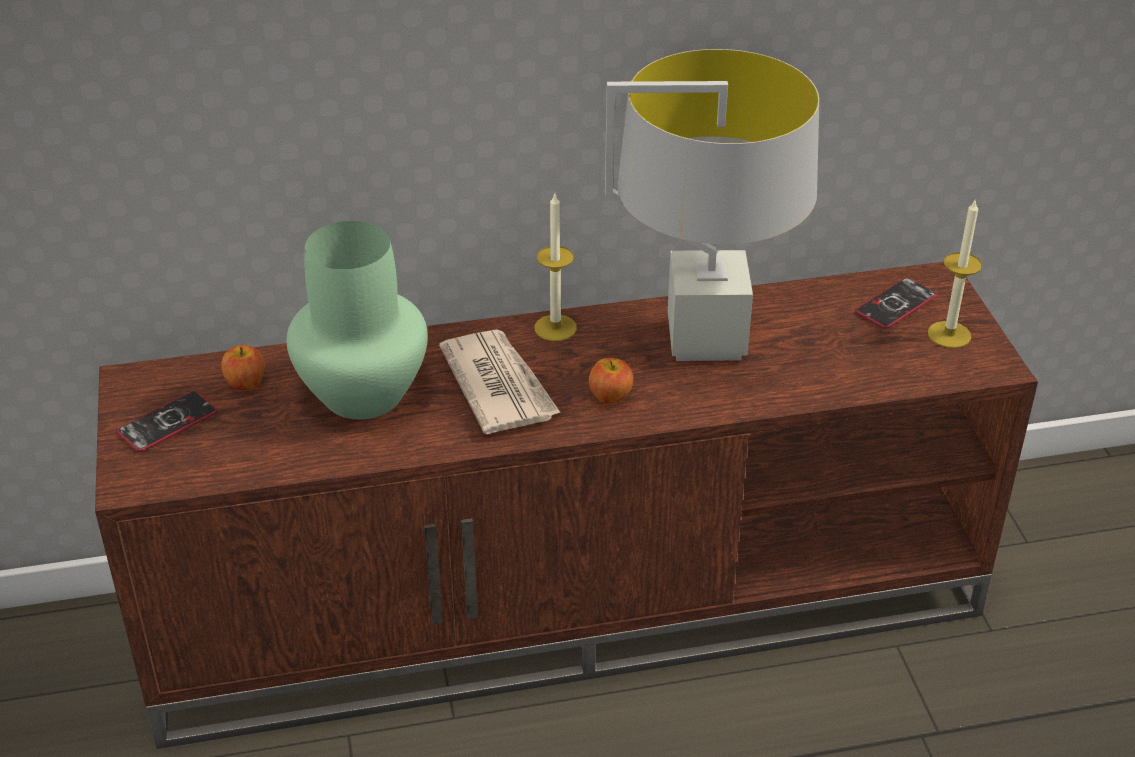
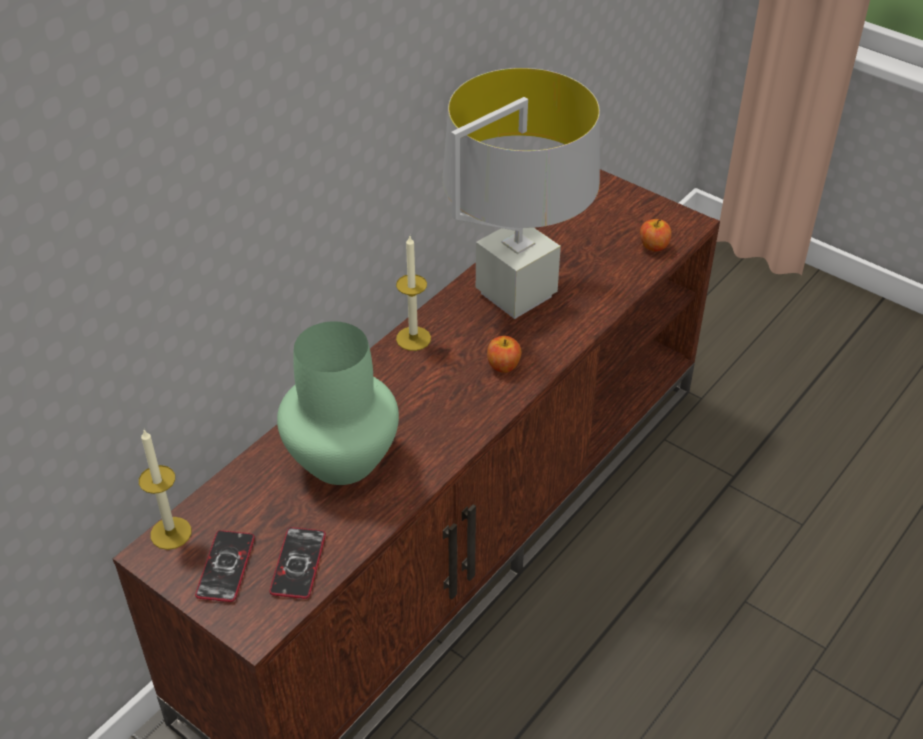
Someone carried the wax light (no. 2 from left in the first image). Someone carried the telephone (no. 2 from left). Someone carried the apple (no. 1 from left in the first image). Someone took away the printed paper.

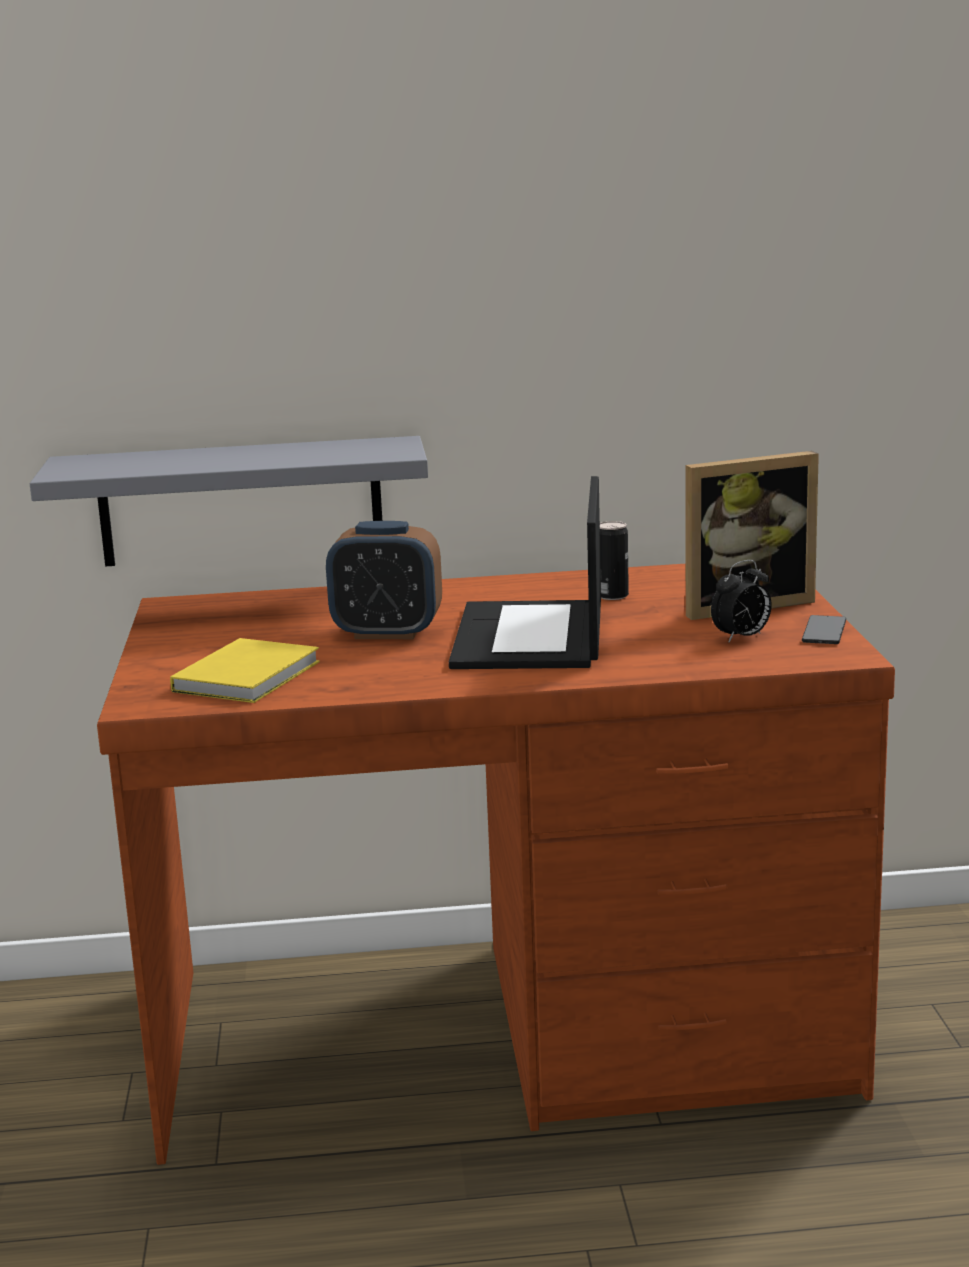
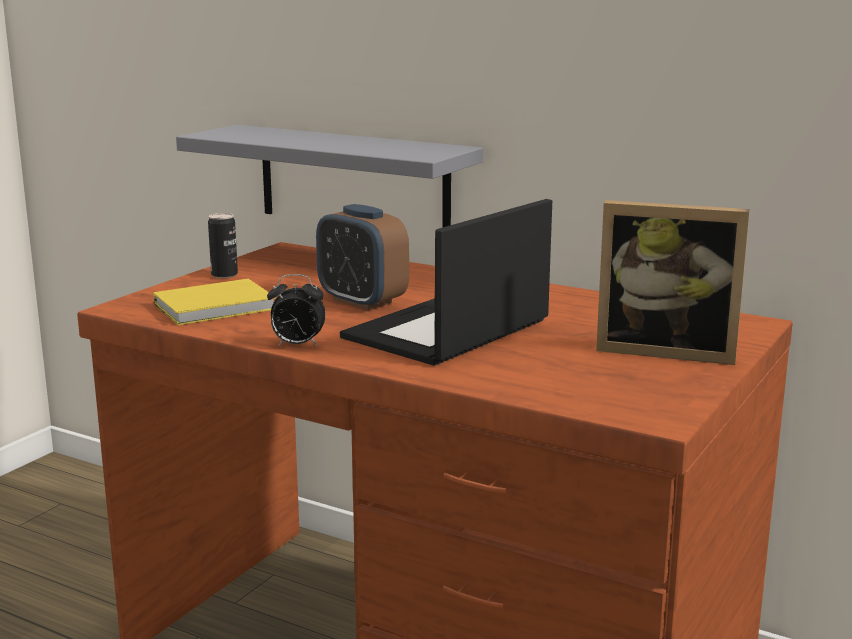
Someone carried the metal can. Someone carried the table clock (no. 2 from left in the first image). Someone took away the telephone.

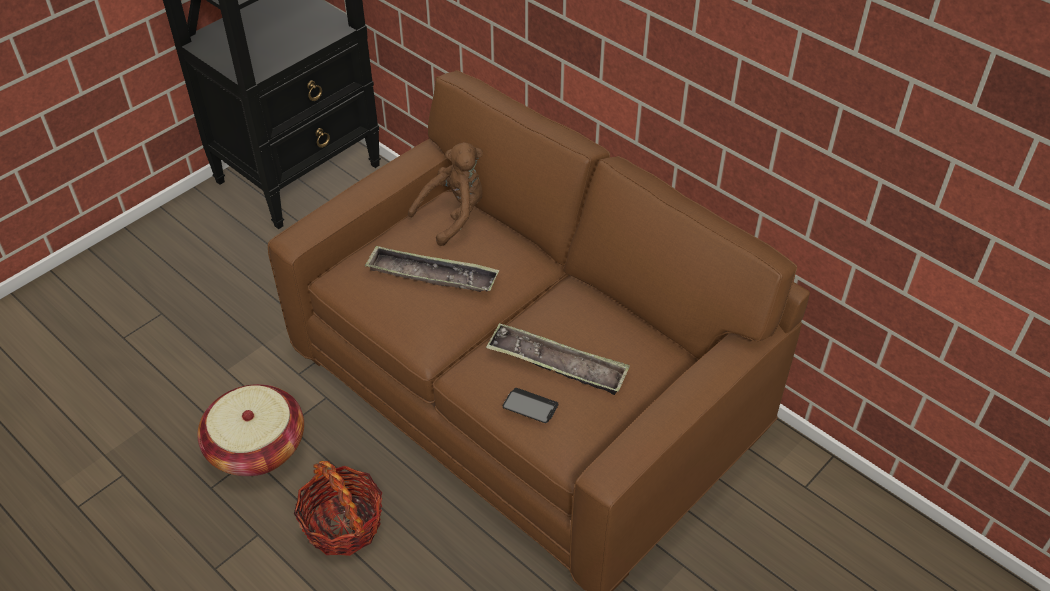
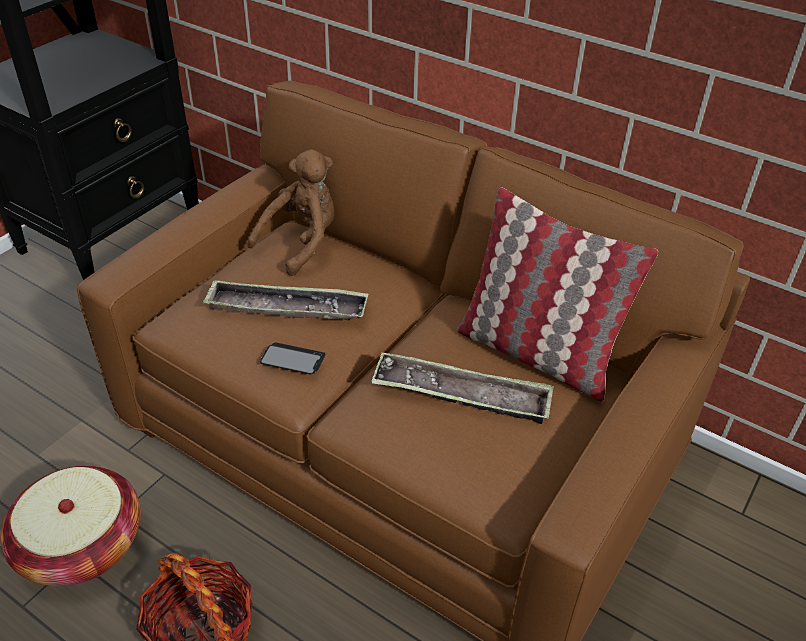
Someone carried the telephone. Someone put down the cushion.

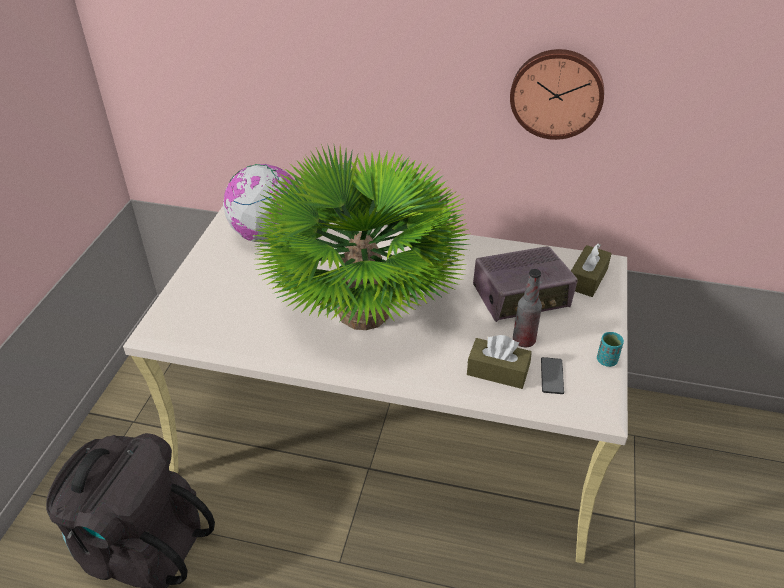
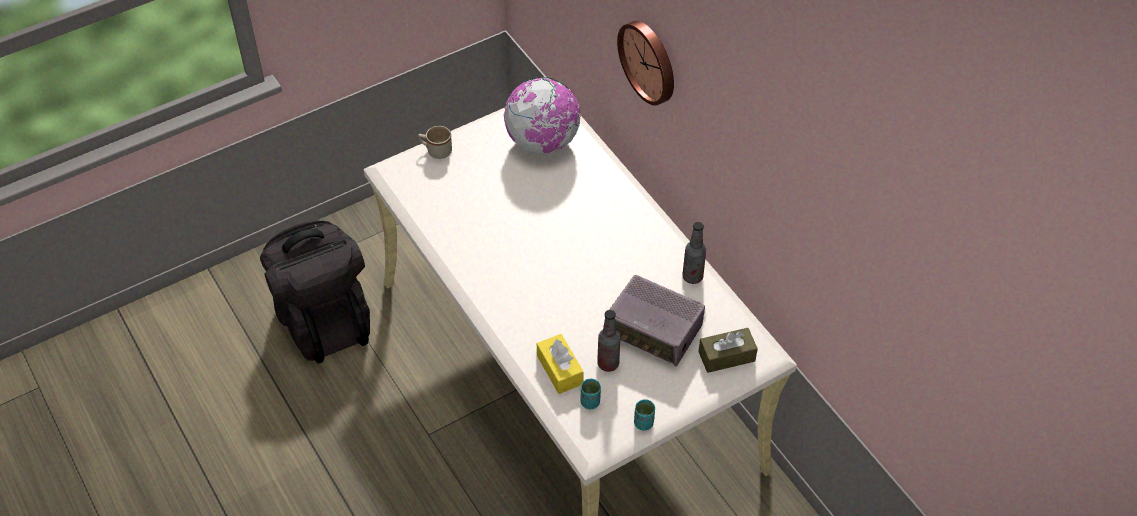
Someone put down the coffee mug/sand-coloured. Someone repainted the tissue holder/brown (no. 1 from left), which became the tissue holder/yellow. Someone swapped the telephone for the cup/blue-green (no. 1 from left). Someone carried the wall clock. Someone put down the drink bottle (no. 2 from left). Someone took away the potted plant.

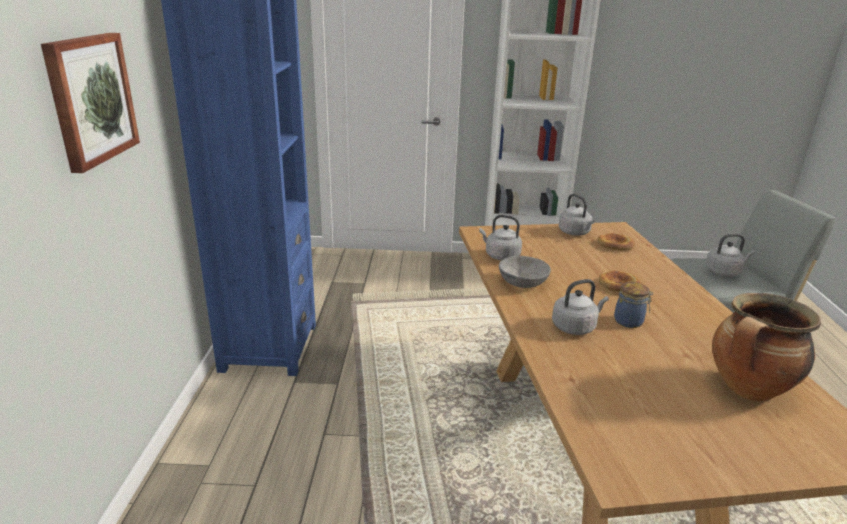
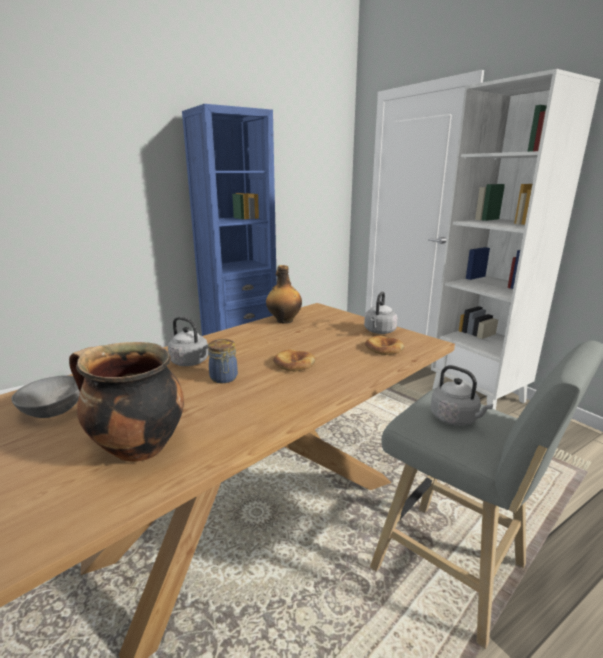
Someone carried the deep dish/greyish. Someone swapped the tea kettle/greyish (no. 1 from left) for the drink bottle. Someone took away the wall picture.

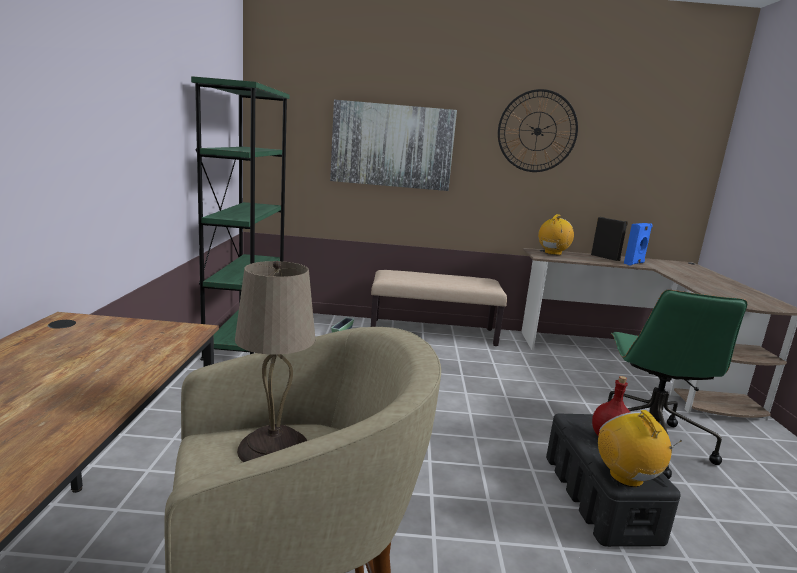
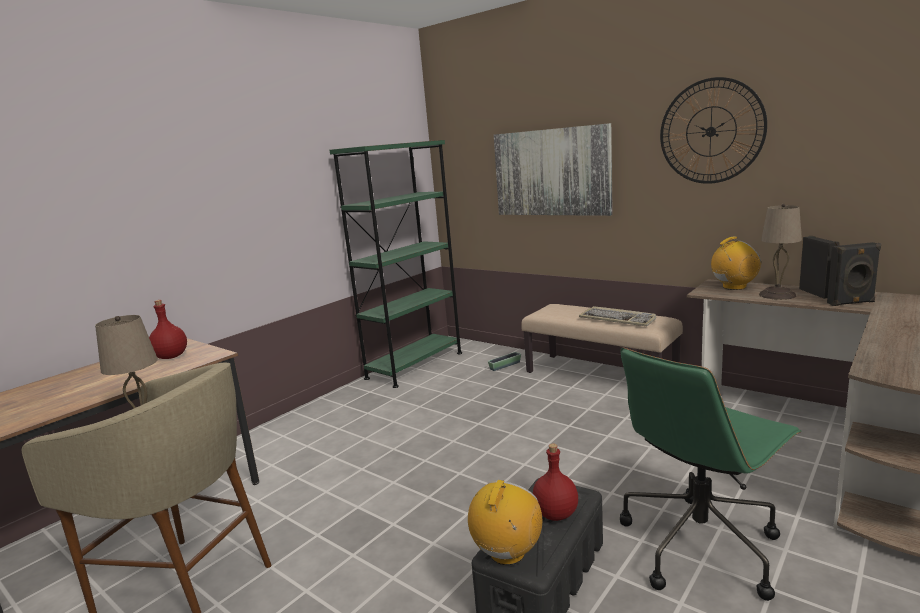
Someone put down the drink bottle/red (no. 1 from left). Someone put down the computer keyboard. Someone put down the tabletop lamp/sand-coloured (no. 2 from left). Someone repainted the loudspeaker/bluish, which became the loudspeaker/blackish (no. 2 from left).

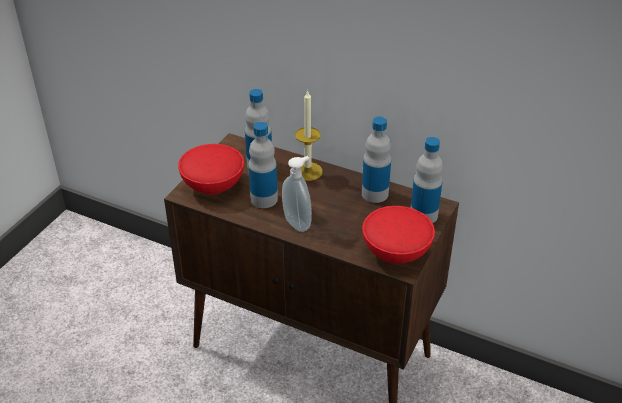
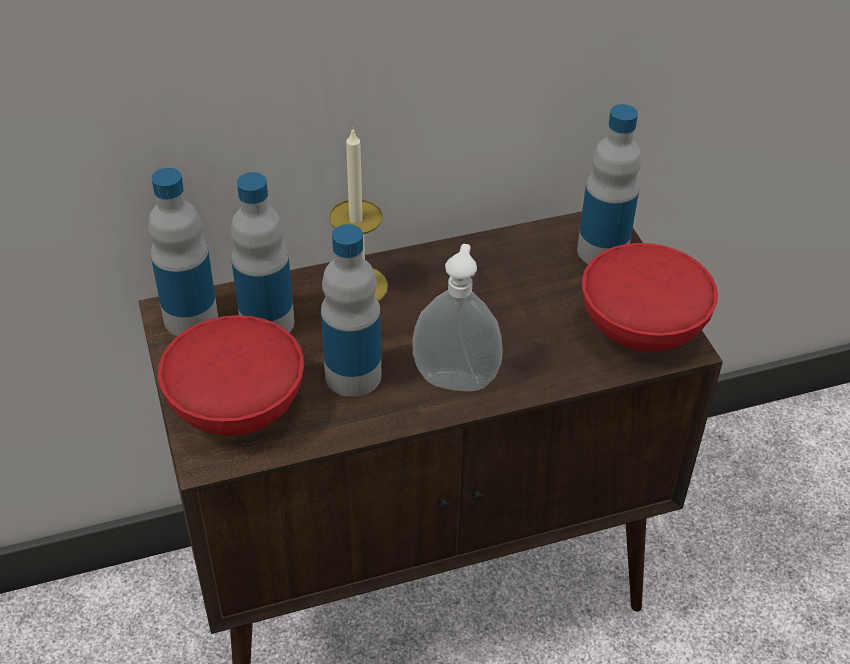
Someone carried the drink bottle (no. 3 from left in the first image).

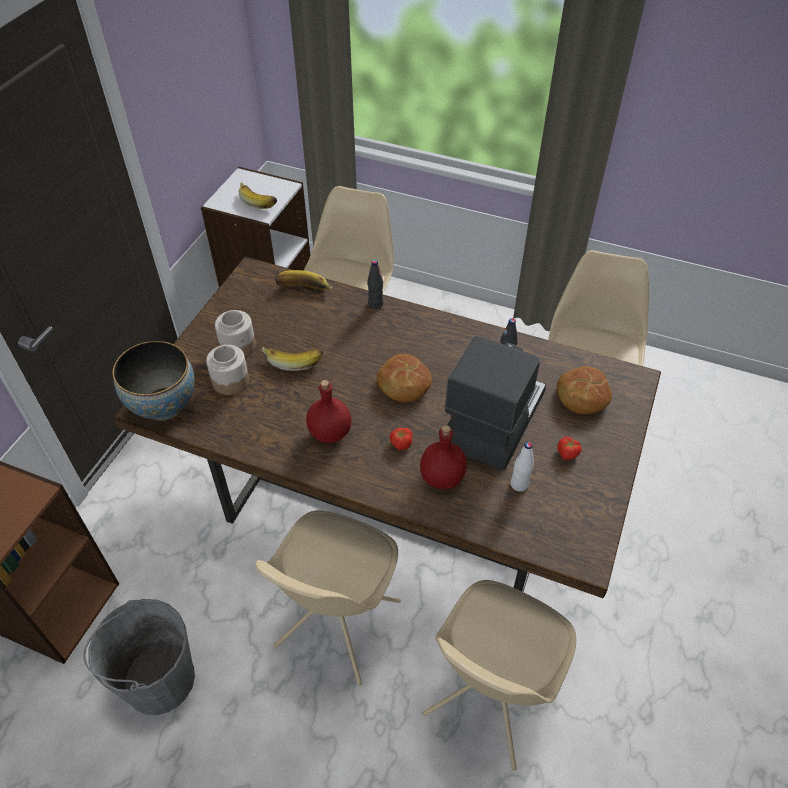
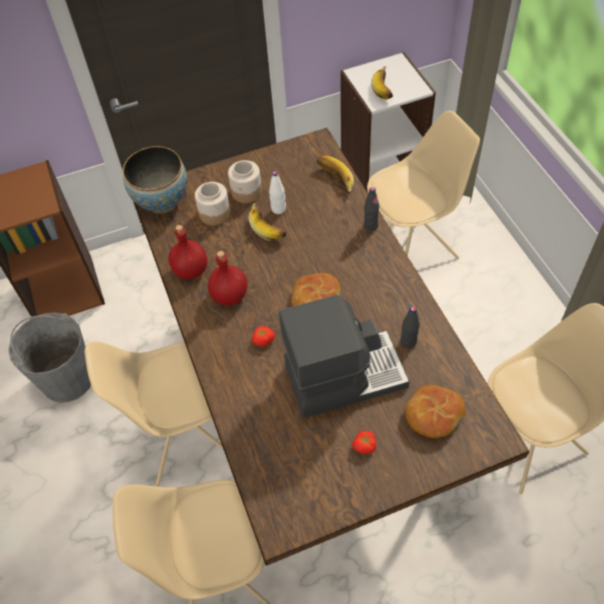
Someone carried the drink bottle/red (no. 2 from left in the first image). Someone carried the drink bottle/white-coloured.

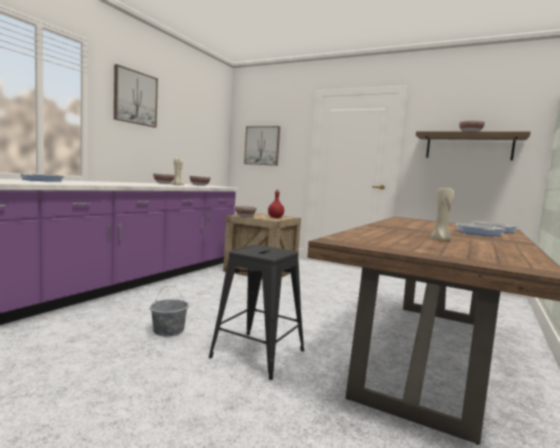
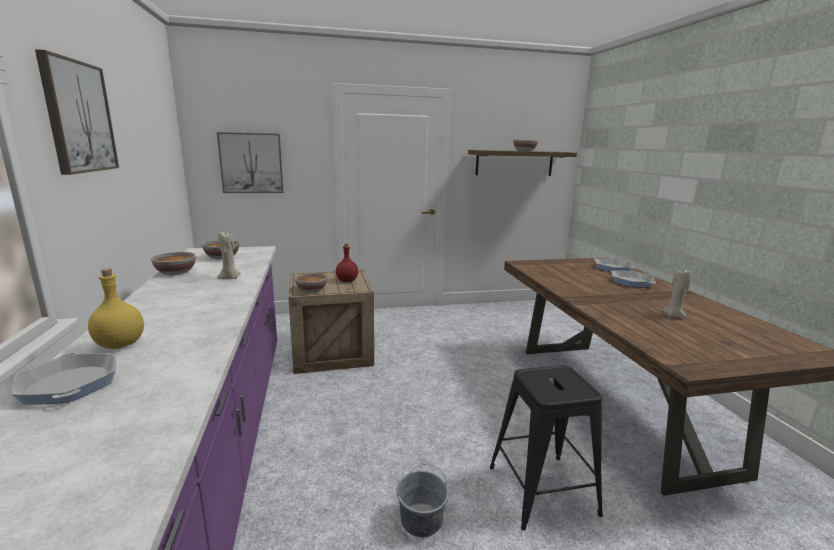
Someone put down the drink bottle/yellow.

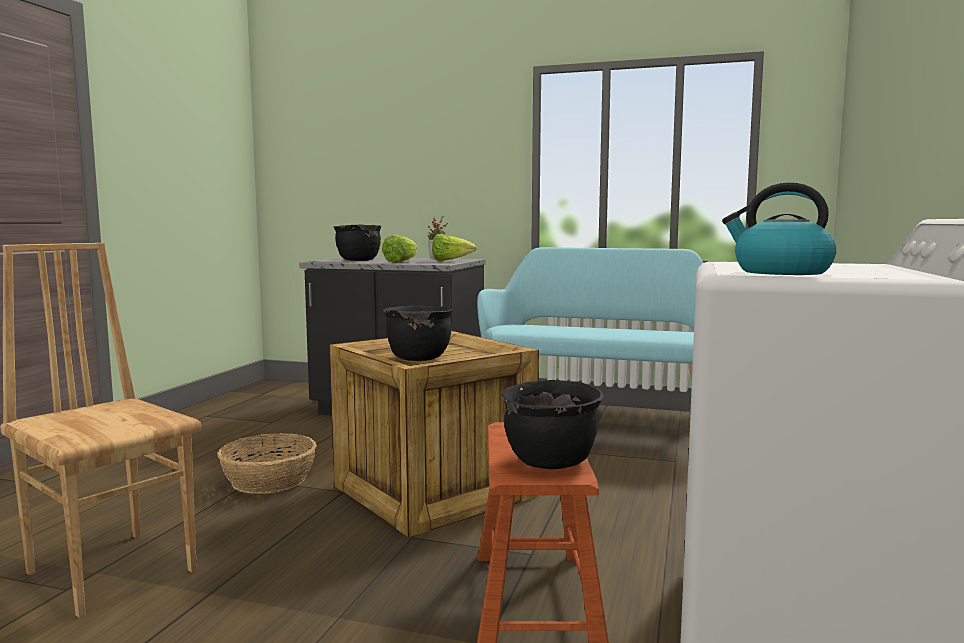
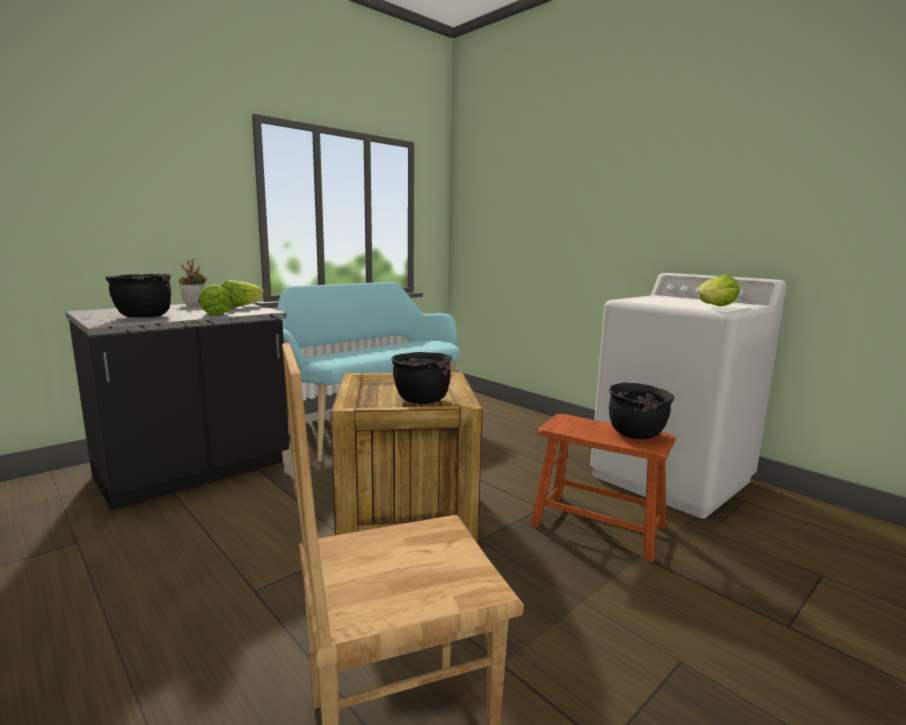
Someone swapped the tea kettle for the lettuce head (no. 3 from left). Someone took away the storage basket.

